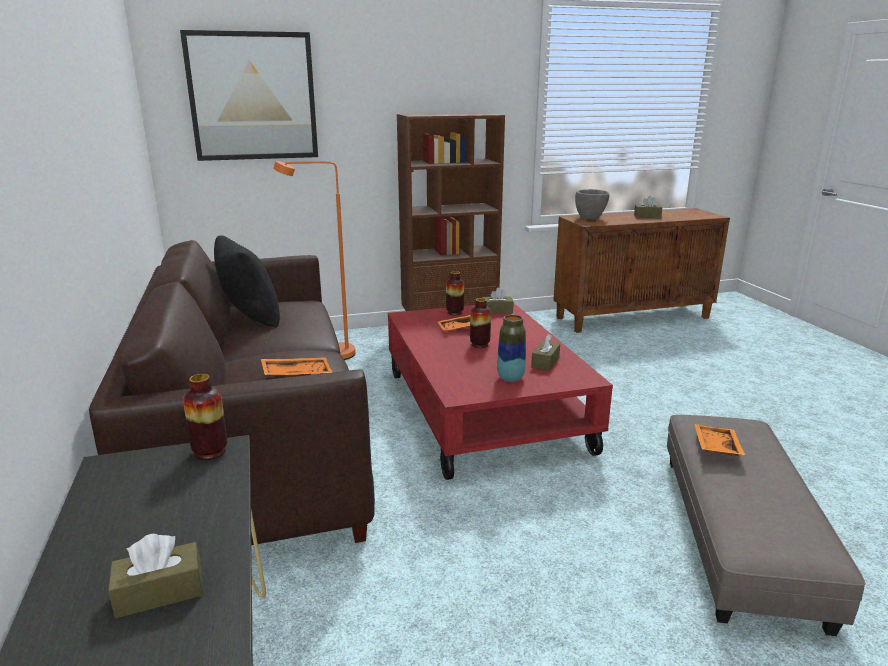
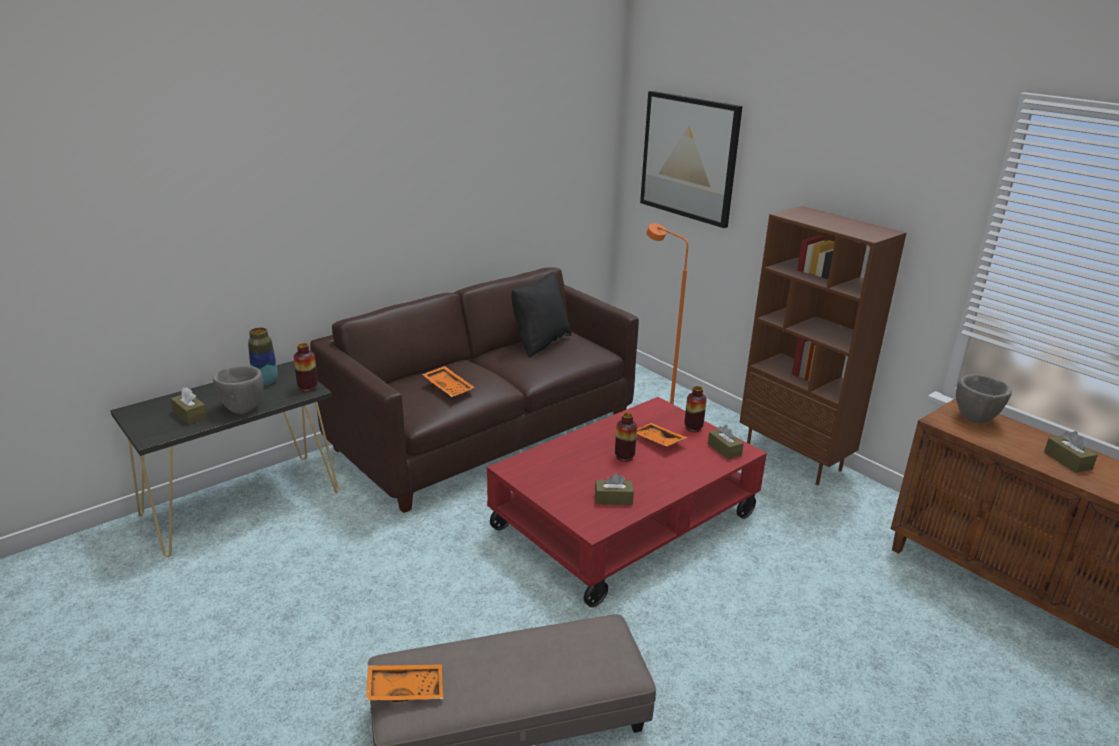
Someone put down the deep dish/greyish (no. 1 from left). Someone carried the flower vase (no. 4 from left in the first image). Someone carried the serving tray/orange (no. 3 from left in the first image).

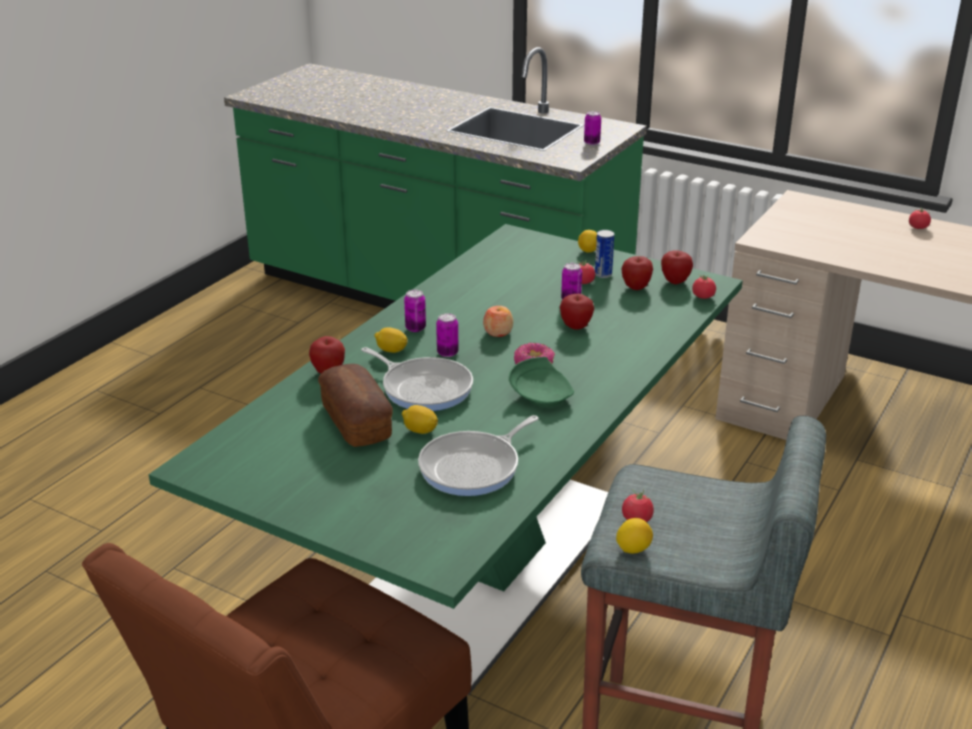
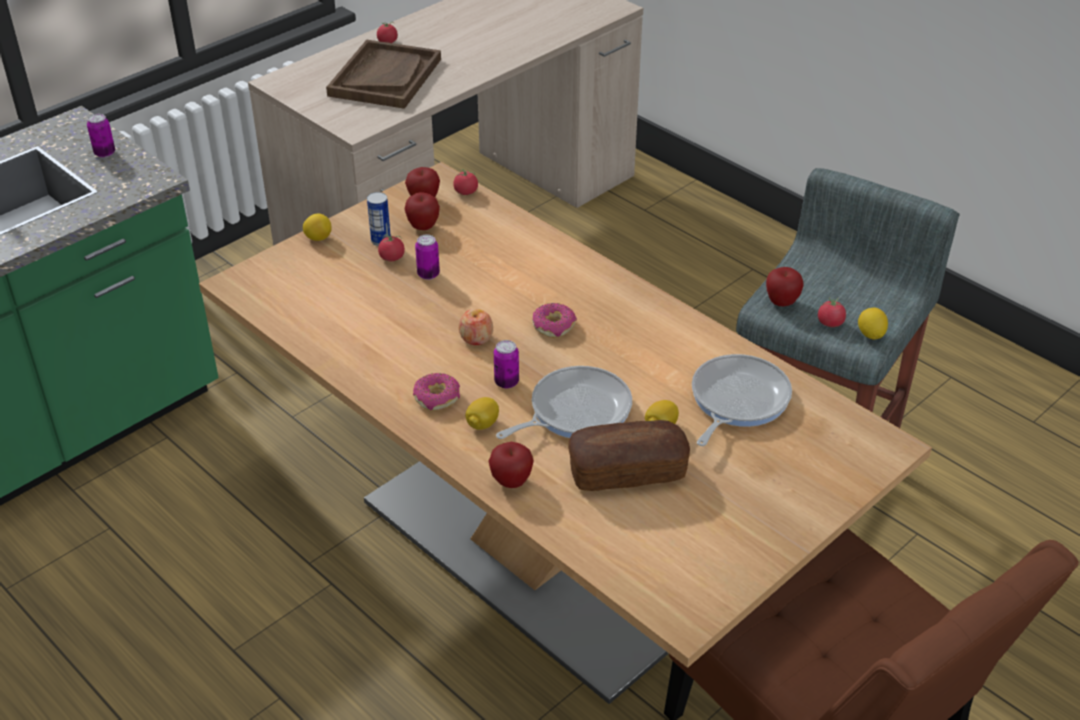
Someone repainted the kitchen table/green, which became the kitchen table/sand-coloured. Someone put down the serving tray/brown. Someone swapped the metal can (no. 1 from left) for the doughnut (no. 1 from left). Someone rotated the skillet (no. 2 from left) by 120 degrees counterclockwise. Someone carried the apple (no. 3 from left in the first image). Someone took away the plate/green.

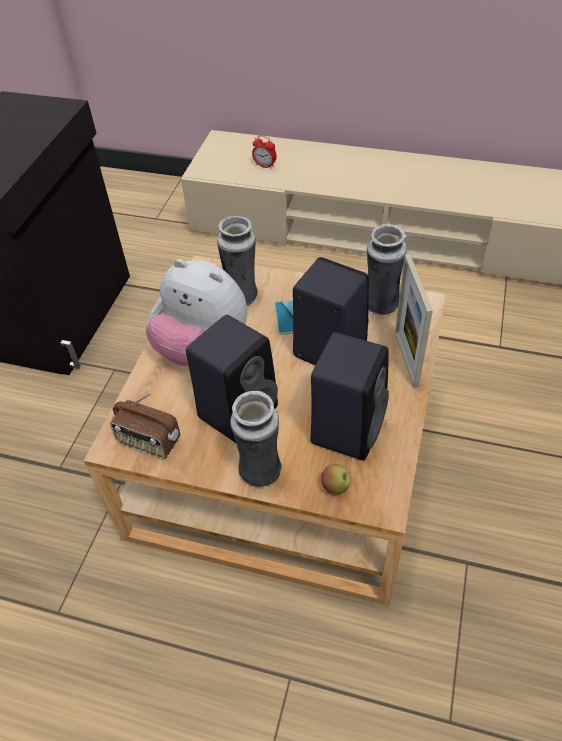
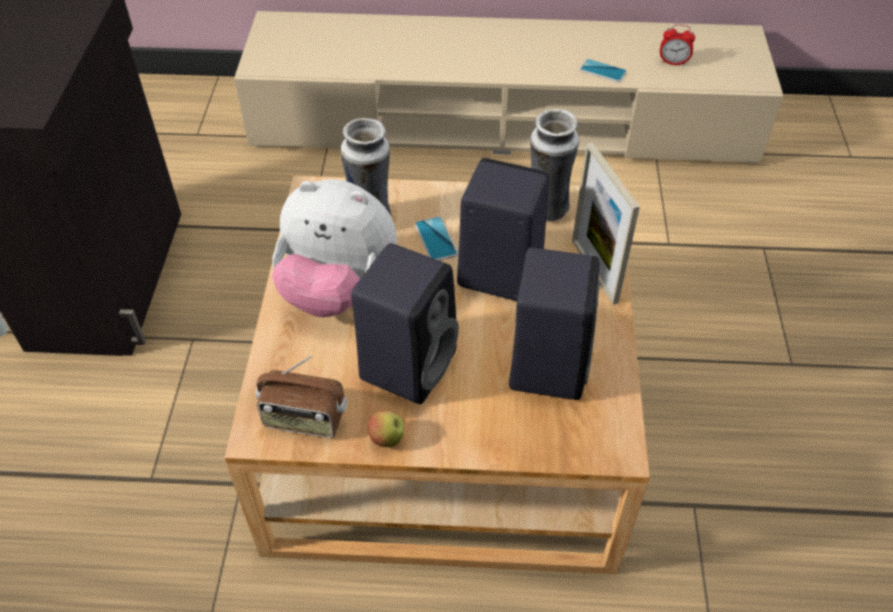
Someone carried the apple. Someone put down the telephone (no. 2 from left). Someone carried the table clock. Someone took away the flower vase (no. 2 from left).

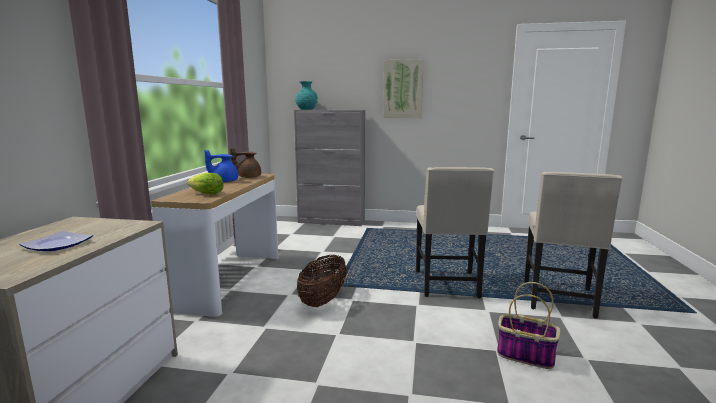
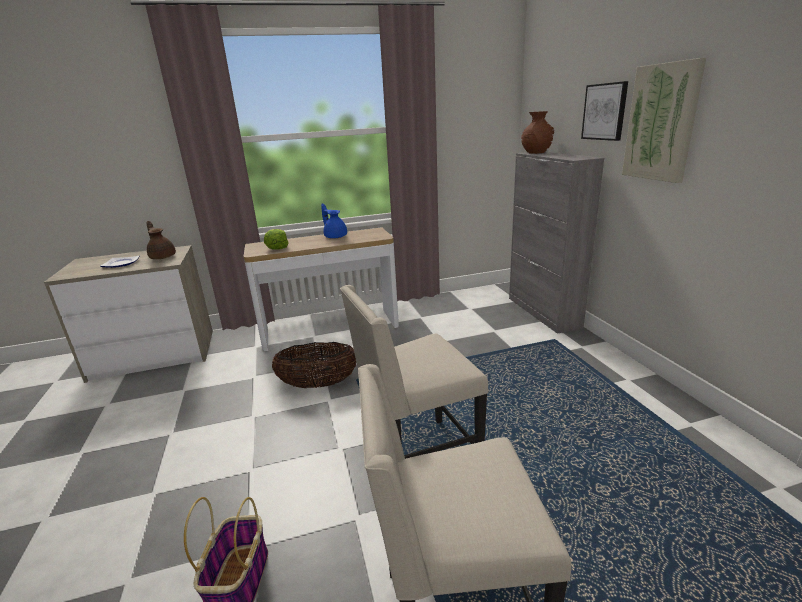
Someone carried the pot for tea/brown. Someone repainted the flower vase/blue-green, which became the flower vase/brown. Someone put up the wall picture (no. 1 from left).

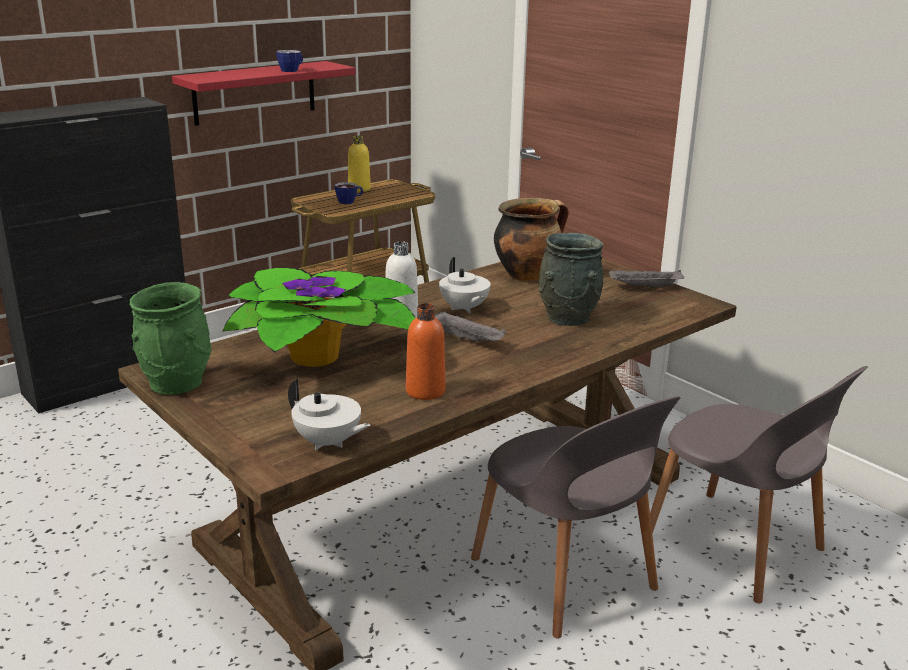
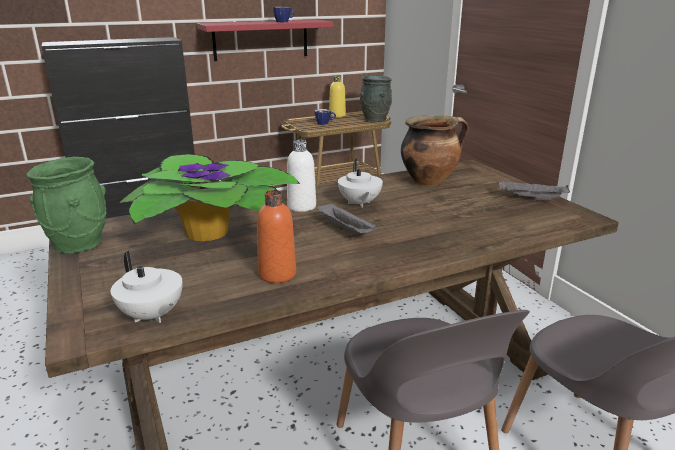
Someone carried the flower vase/greyish.

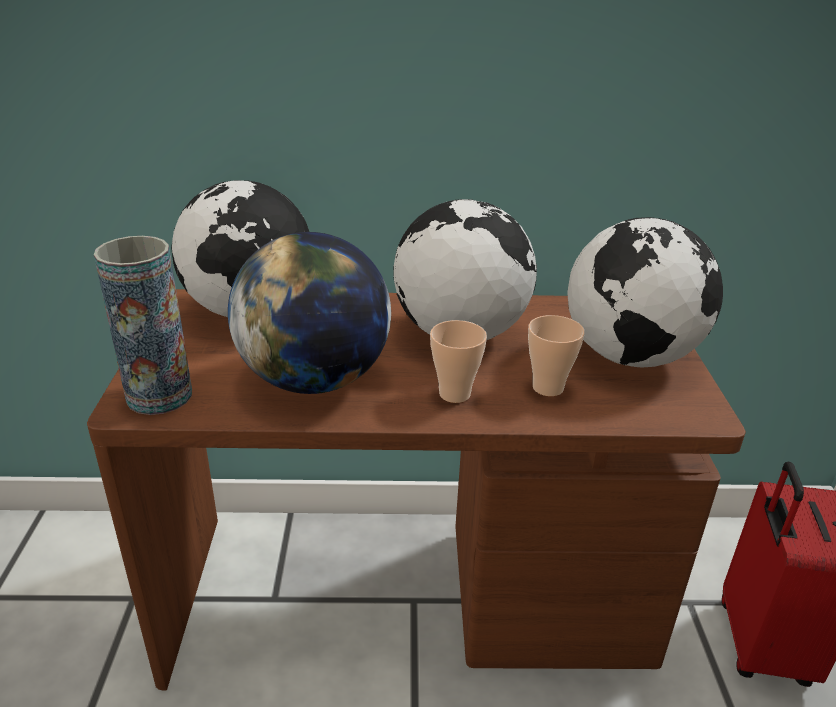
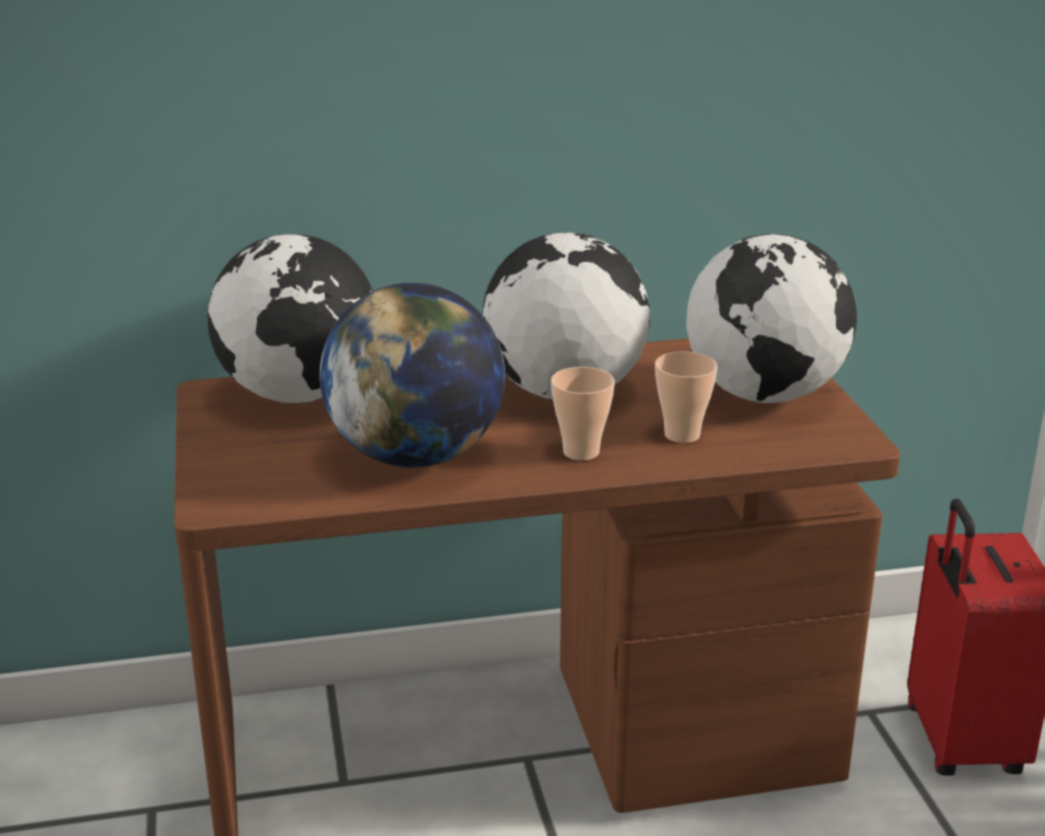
Someone took away the flower vase.

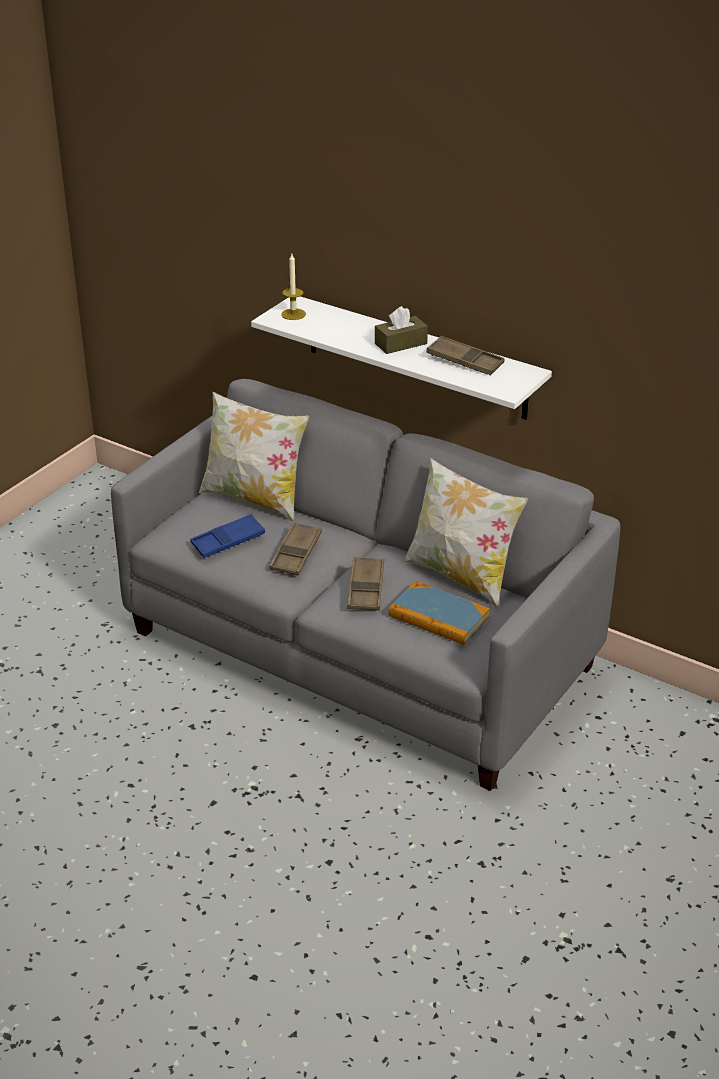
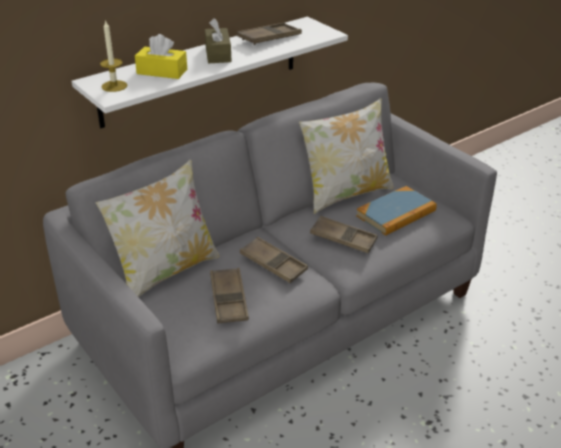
Someone put down the tissue holder/yellow. Someone repainted the serving tray/bluish, which became the serving tray/brown (no. 1 from left).

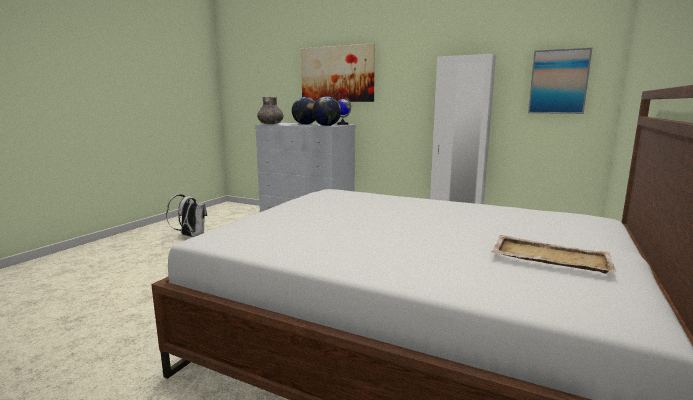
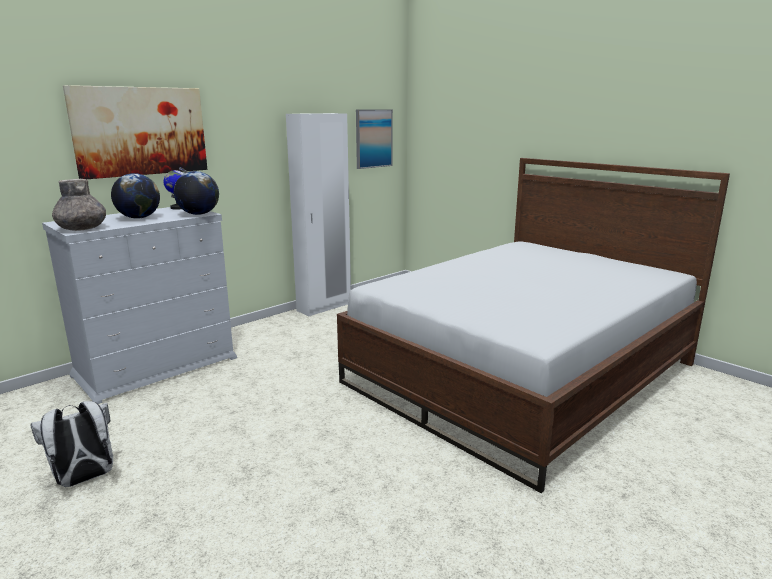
Someone took away the serving tray/sand-coloured.

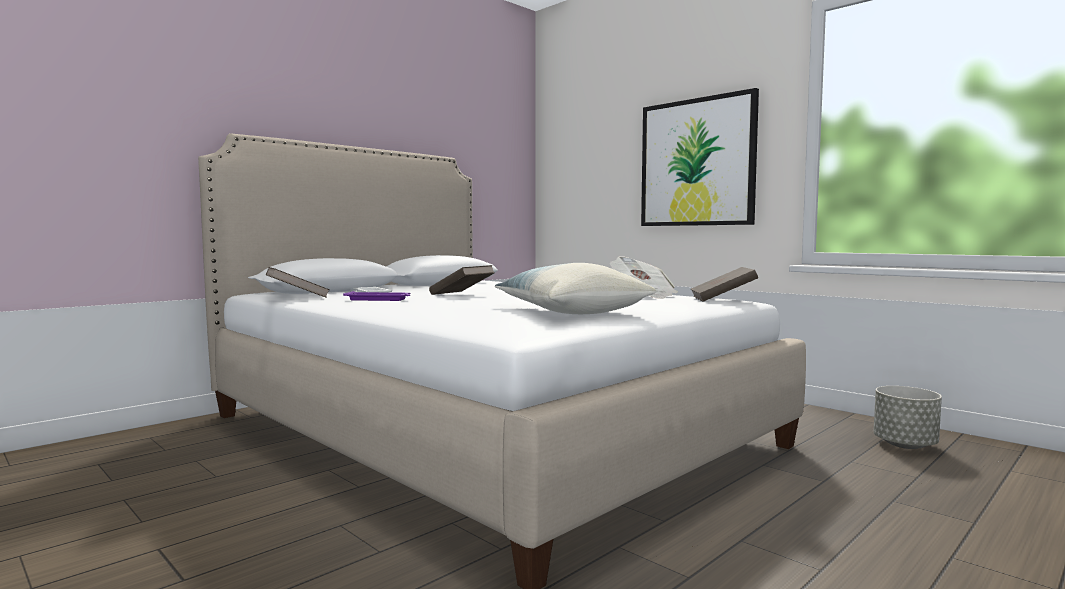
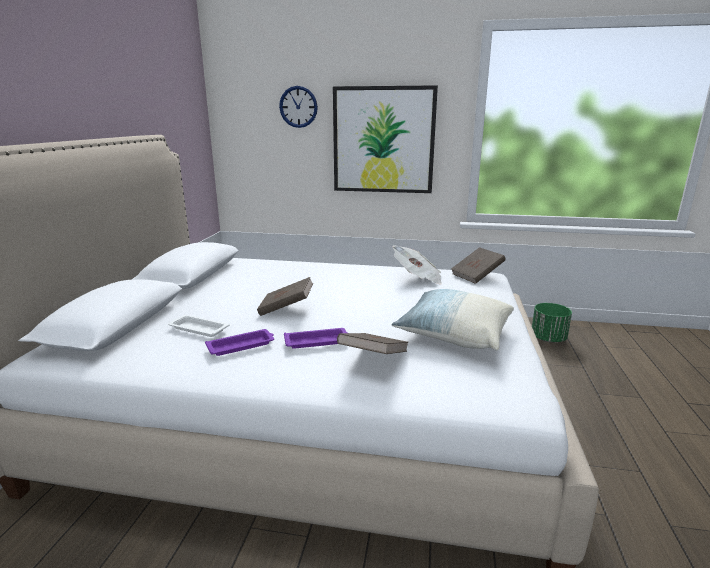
Someone put up the wall clock. Someone put down the serving tray/purple-coloured (no. 2 from left). Someone carried the book/brown (no. 1 from left in the first image). Someone repainted the plant pot/greyish, which became the plant pot/green.

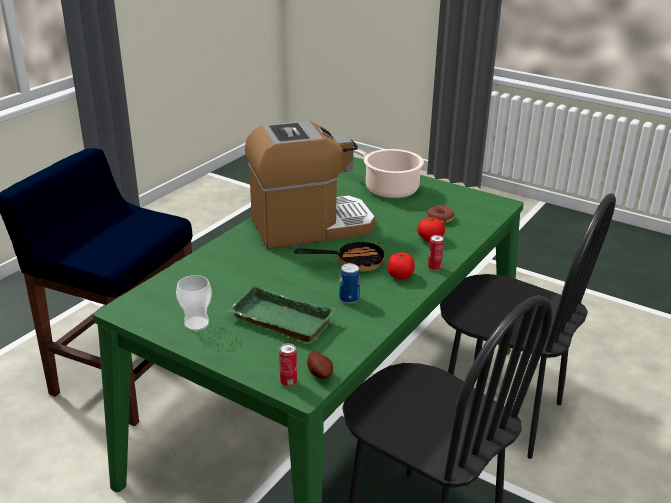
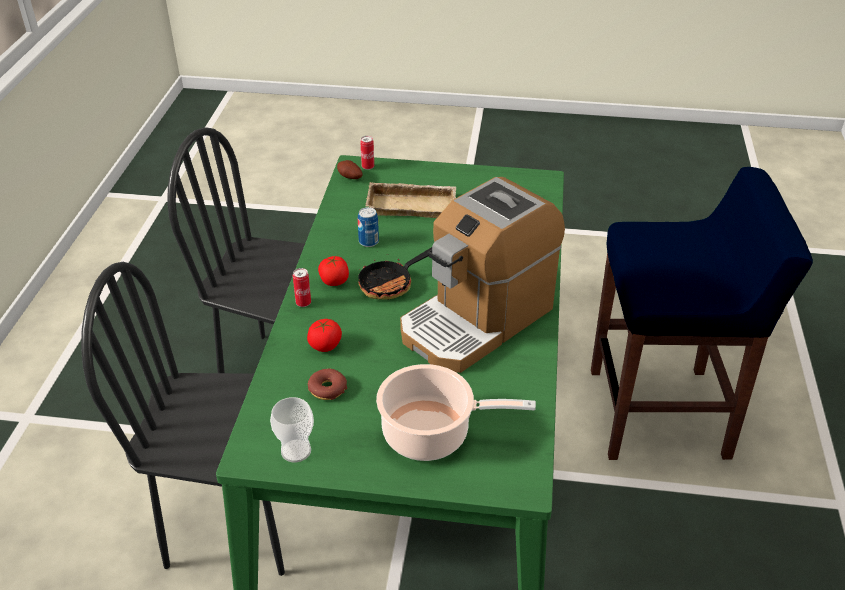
Someone carried the cup. Someone repainted the serving tray/green, which became the serving tray/sand-coloured.

